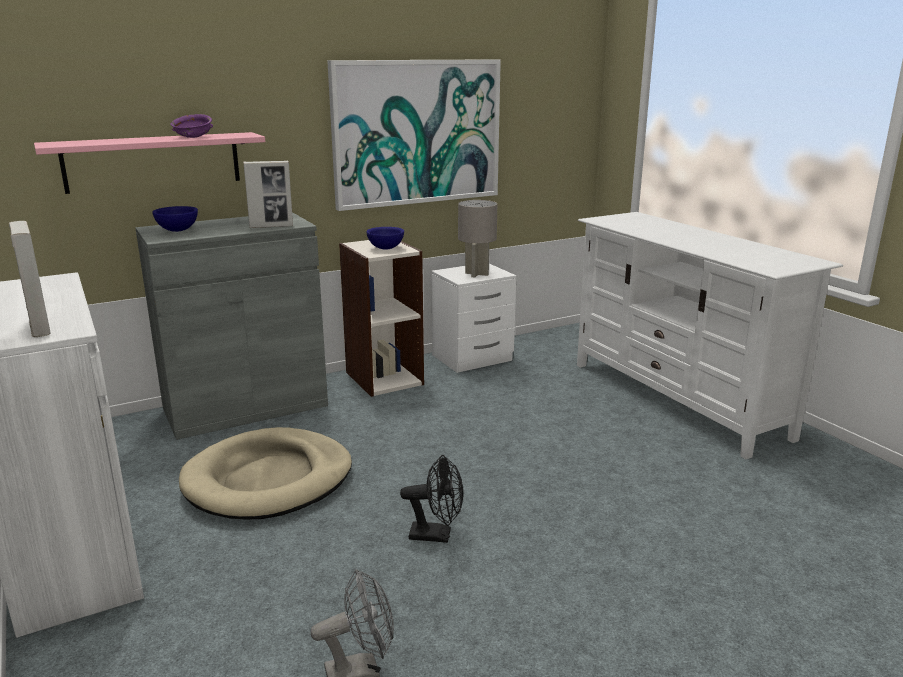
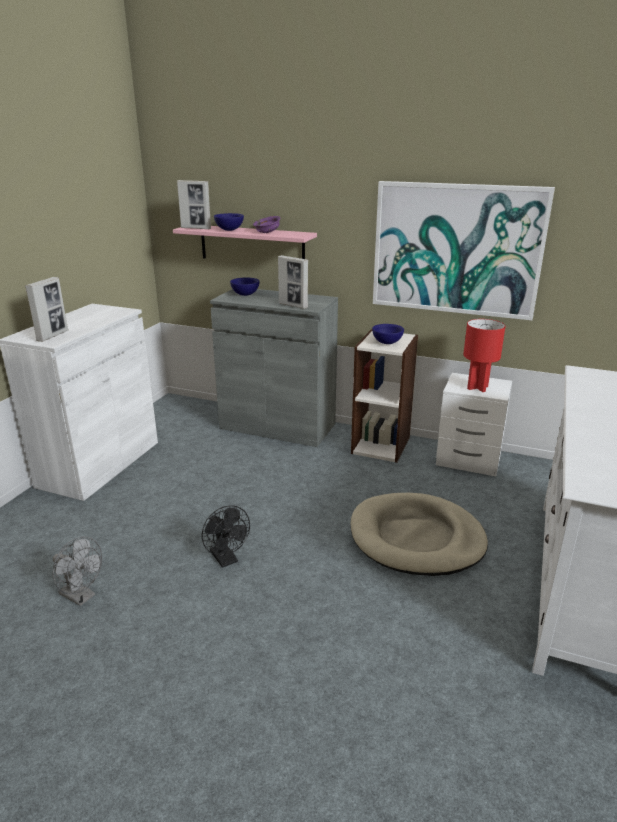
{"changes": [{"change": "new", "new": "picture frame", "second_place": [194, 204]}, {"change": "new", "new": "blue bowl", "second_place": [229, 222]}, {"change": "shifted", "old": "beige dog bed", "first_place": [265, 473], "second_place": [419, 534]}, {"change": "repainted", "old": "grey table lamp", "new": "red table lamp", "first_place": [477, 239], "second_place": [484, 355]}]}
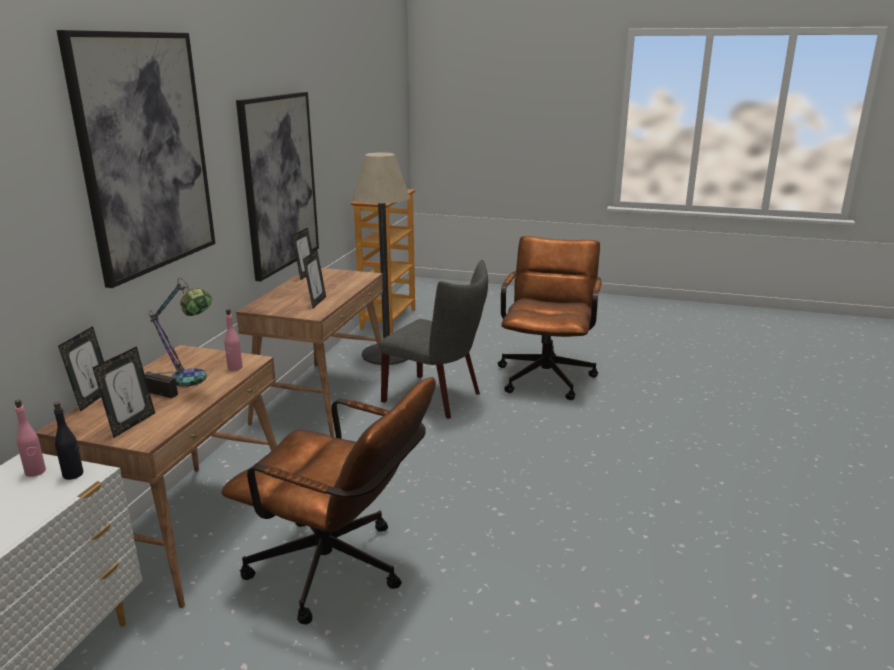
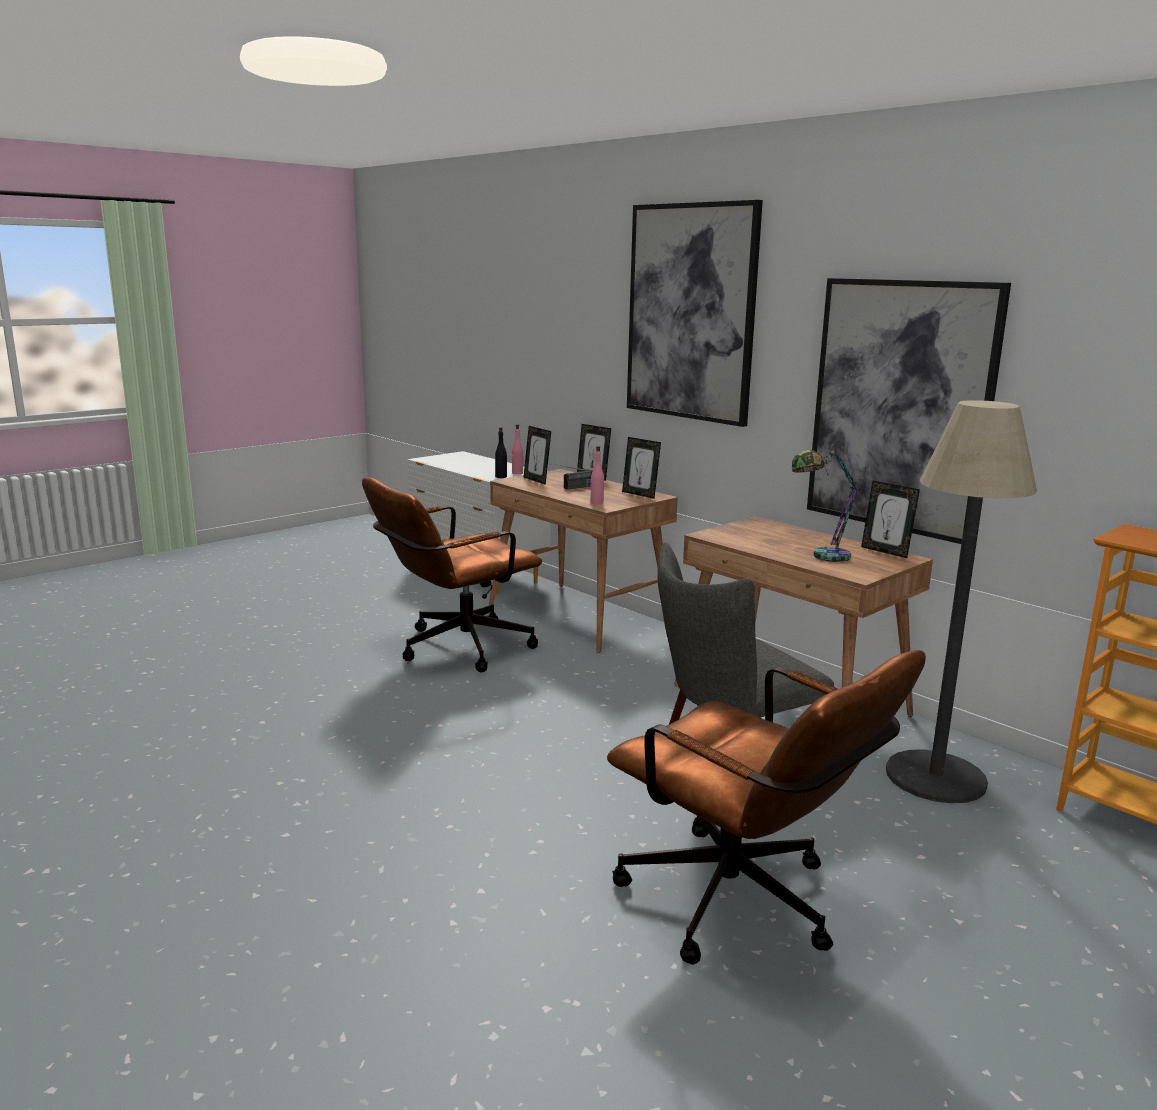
{"changes": [{"change": "shifted", "old": "picture frame", "first_place": [314, 279], "second_place": [641, 468]}, {"change": "shifted", "old": "table lamp", "first_place": [180, 332], "second_place": [827, 502]}]}
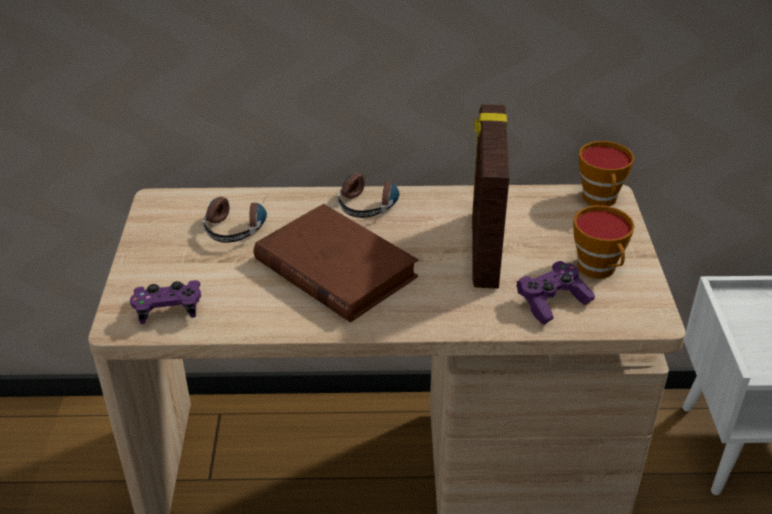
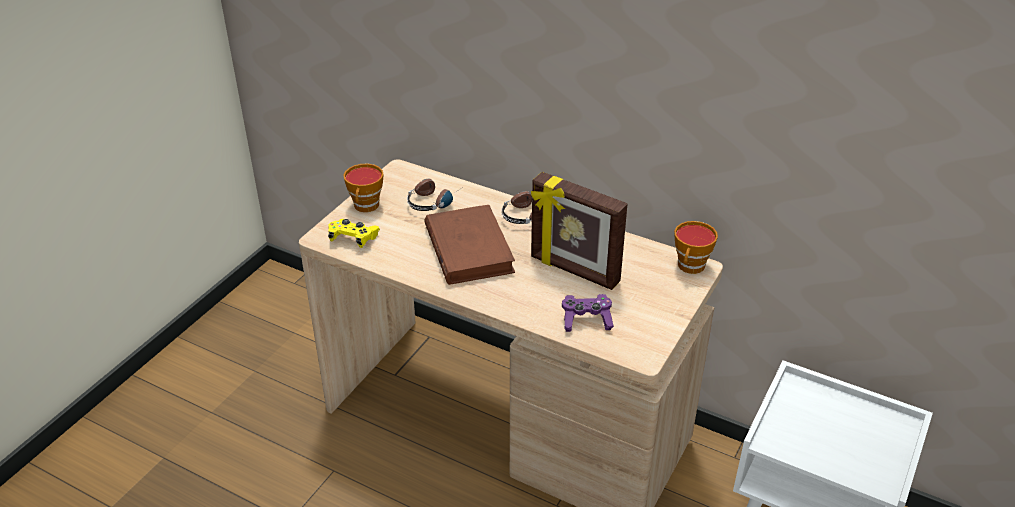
{"changes": [{"change": "repainted", "old": "purple game controller", "new": "yellow game controller", "first_place": [165, 302], "second_place": [354, 233]}, {"change": "shifted", "old": "cup", "first_place": [604, 242], "second_place": [363, 188]}, {"change": "rotated", "old": "picture frame", "first_place": [490, 196], "second_place": [579, 231], "degrees": -90}]}
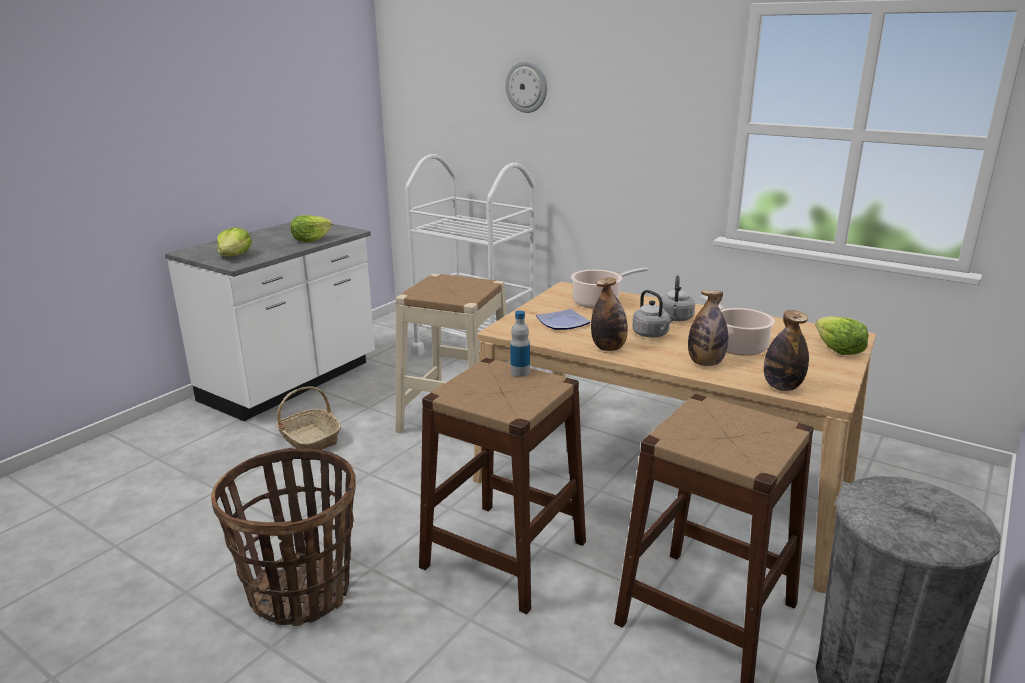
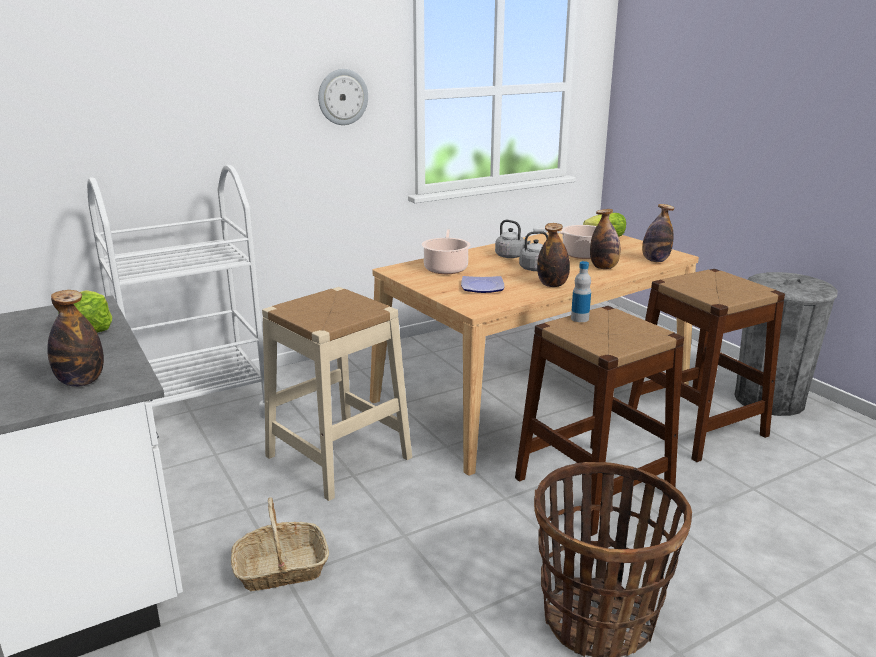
{"changes": [{"change": "swapped", "old": "lettuce", "new": "bottle", "first_place": [234, 242], "second_place": [75, 338]}, {"change": "shifted", "old": "wall clock", "first_place": [526, 86], "second_place": [343, 97]}]}
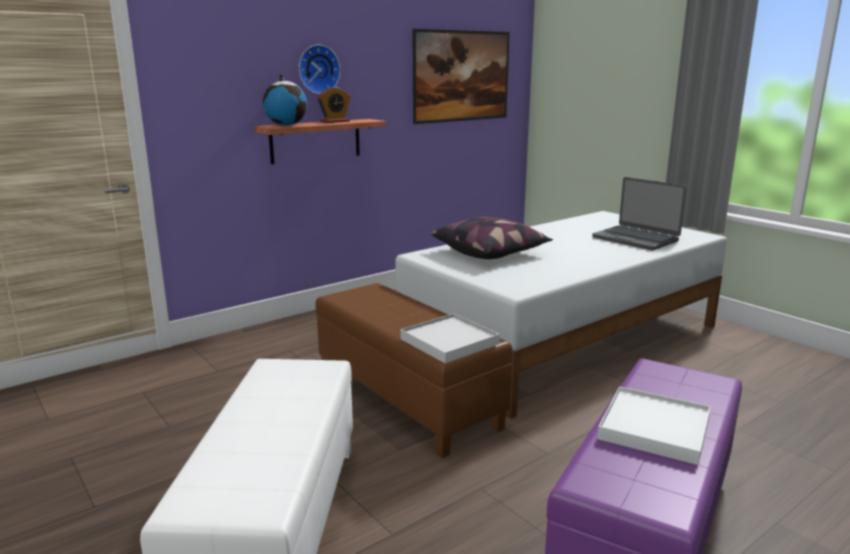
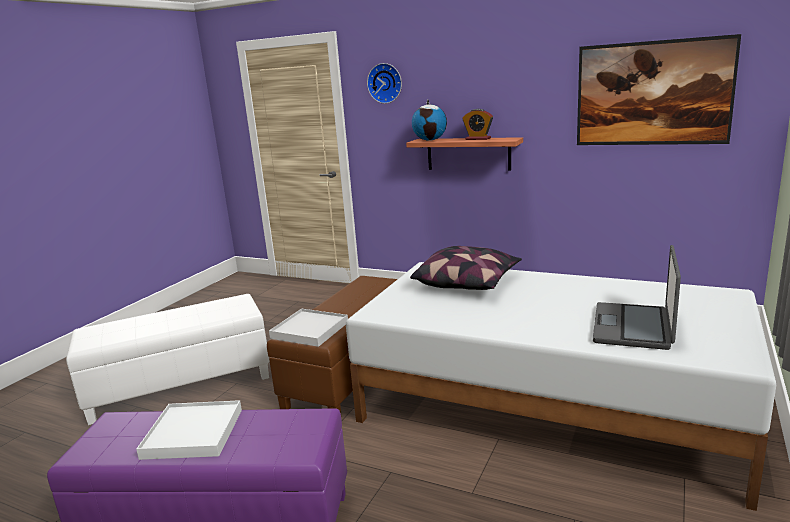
{"changes": [{"change": "shifted", "old": "wall clock", "first_place": [320, 69], "second_place": [384, 83]}]}
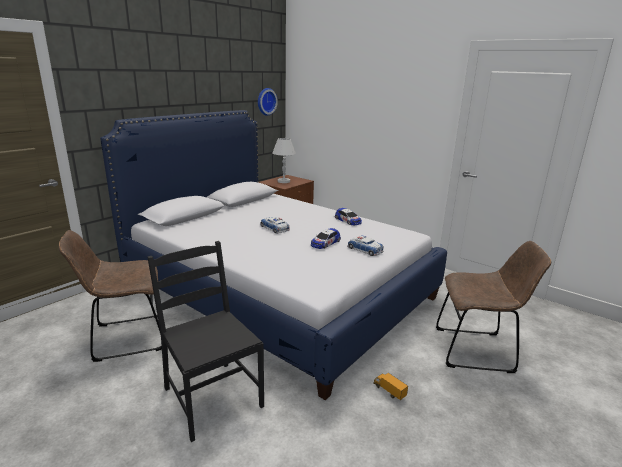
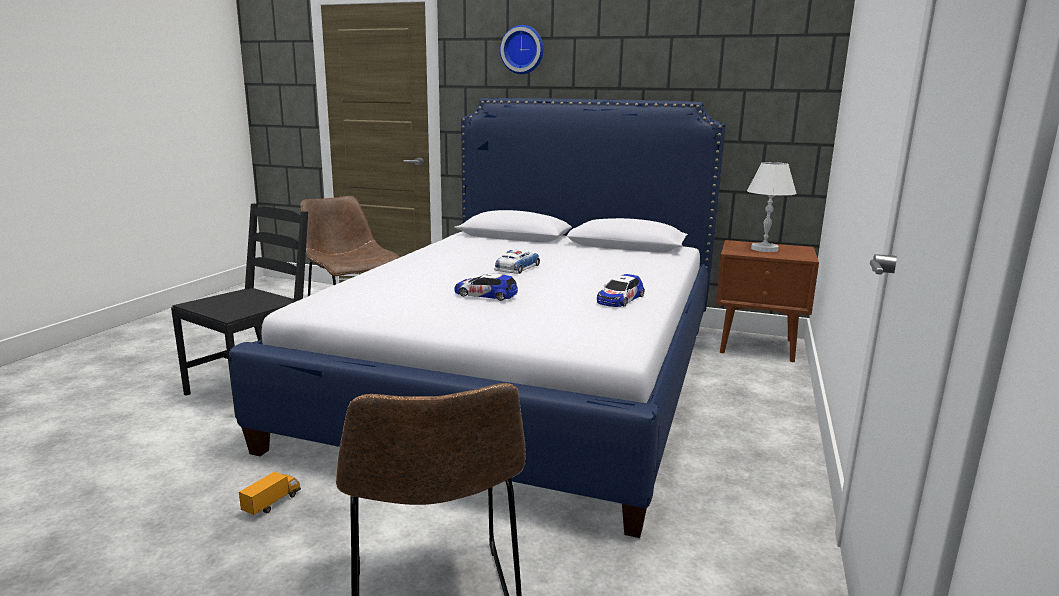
{"changes": [{"change": "shifted", "old": "wall clock", "first_place": [268, 102], "second_place": [522, 49]}, {"change": "gone", "old": "toy car", "first_place": [365, 245]}]}
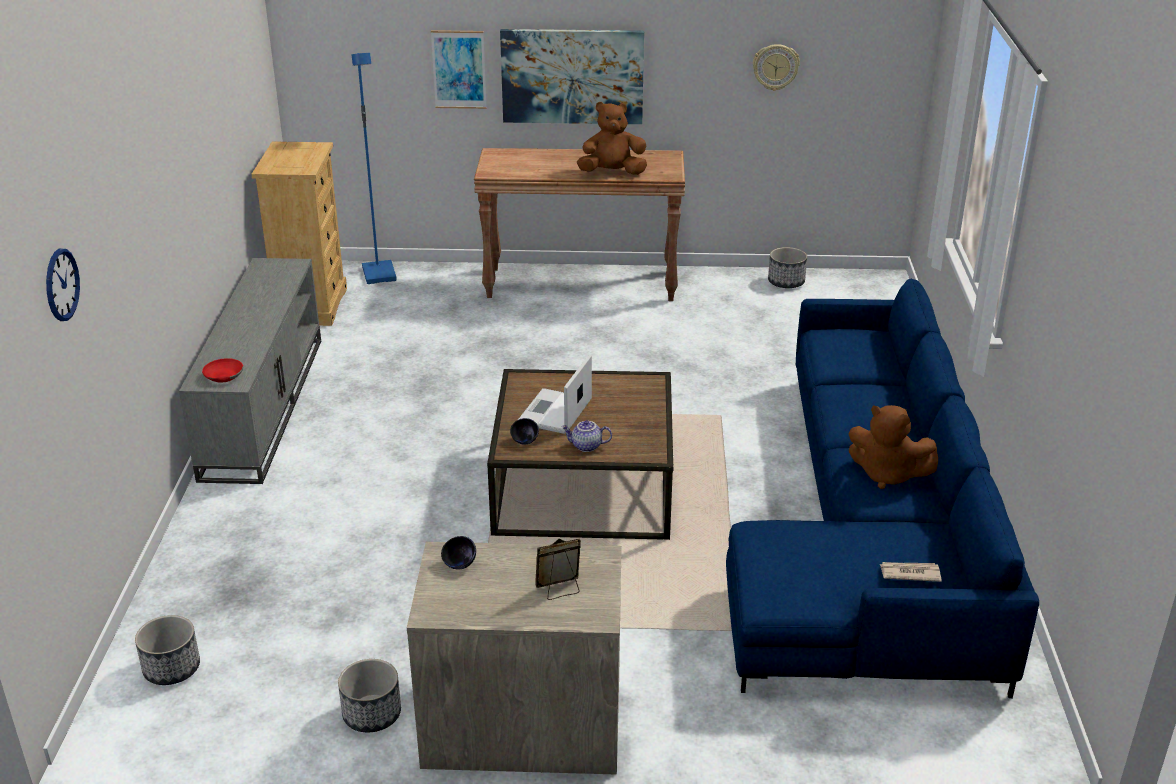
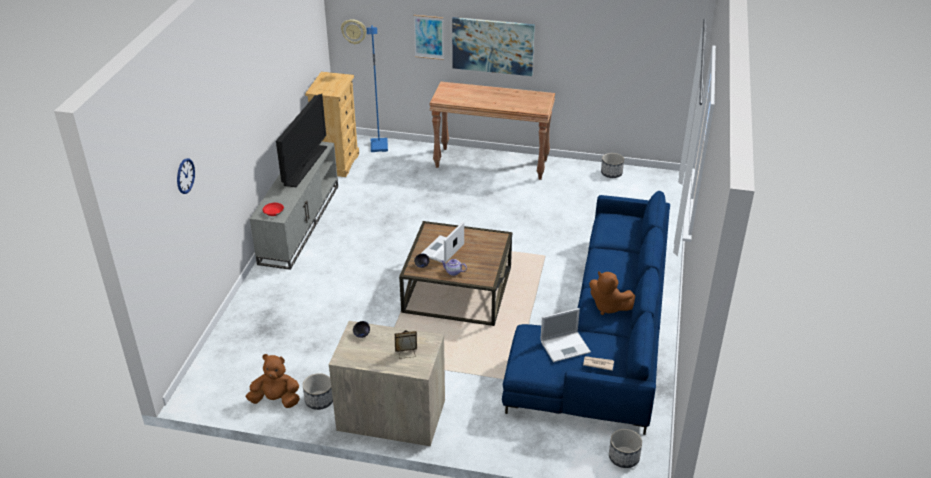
{"changes": [{"change": "shifted", "old": "brown plush toy", "first_place": [612, 138], "second_place": [272, 381]}, {"change": "new", "new": "television", "second_place": [301, 140]}, {"change": "shifted", "old": "wall clock", "first_place": [776, 67], "second_place": [353, 31]}, {"change": "new", "new": "laptop", "second_place": [565, 335]}, {"change": "shifted", "old": "planter", "first_place": [167, 650], "second_place": [625, 448]}]}
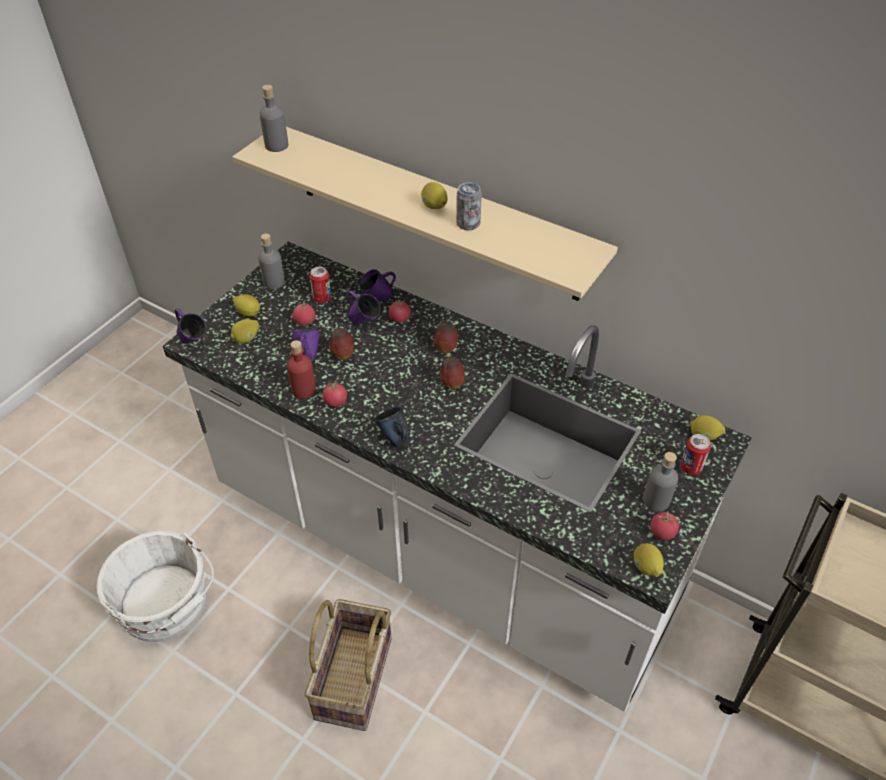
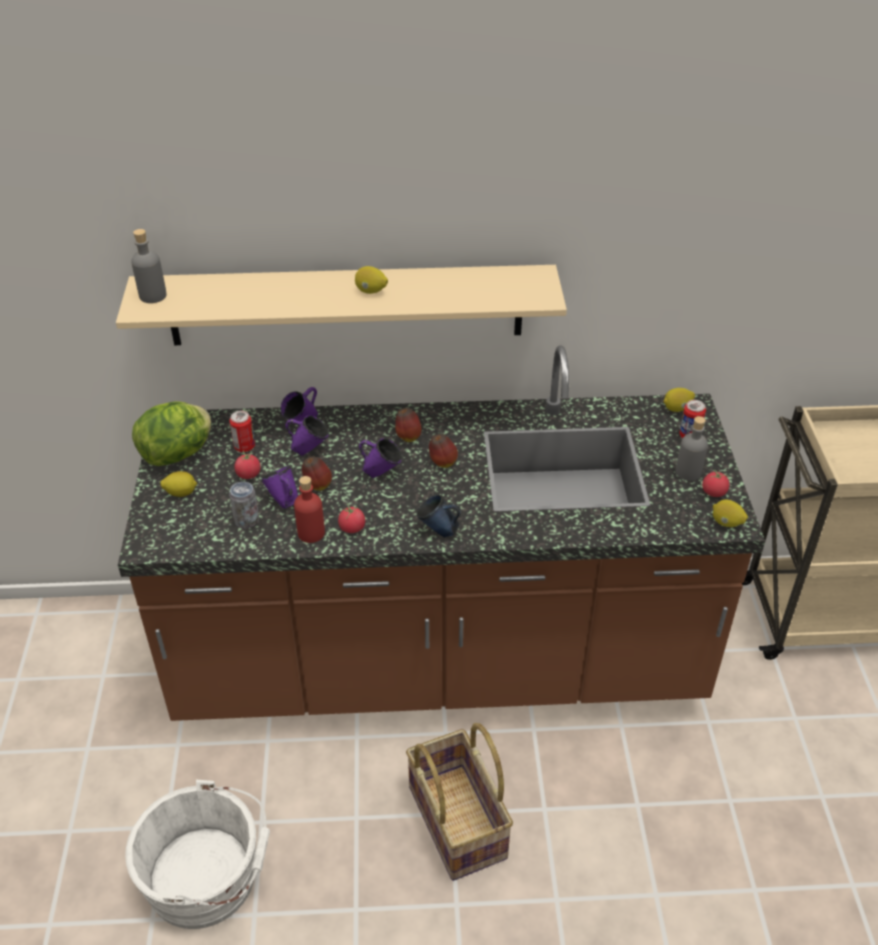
{"changes": [{"change": "repainted", "old": "white counter", "new": "brown counter", "first_place": [457, 477], "second_place": [441, 533]}, {"change": "swapped", "old": "grey bottle", "new": "lettuce", "first_place": [271, 261], "second_place": [171, 433]}, {"change": "shifted", "old": "can", "first_place": [469, 206], "second_place": [244, 505]}, {"change": "shifted", "old": "purple mug", "first_place": [190, 325], "second_place": [380, 458]}, {"change": "gone", "old": "lemon", "first_place": [245, 331]}, {"change": "gone", "old": "tomato", "first_place": [399, 310]}]}
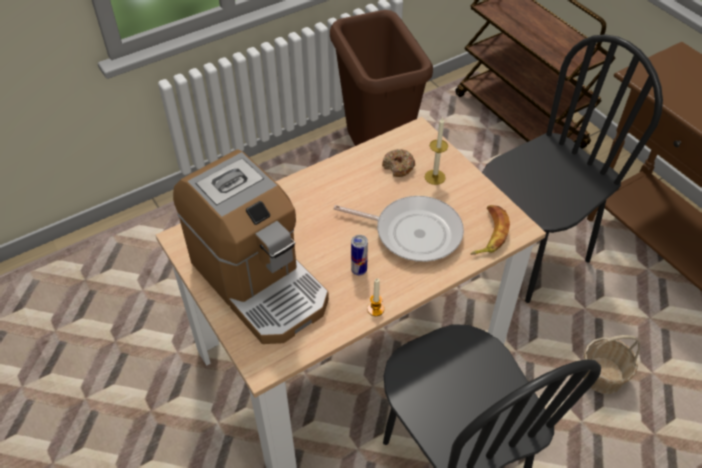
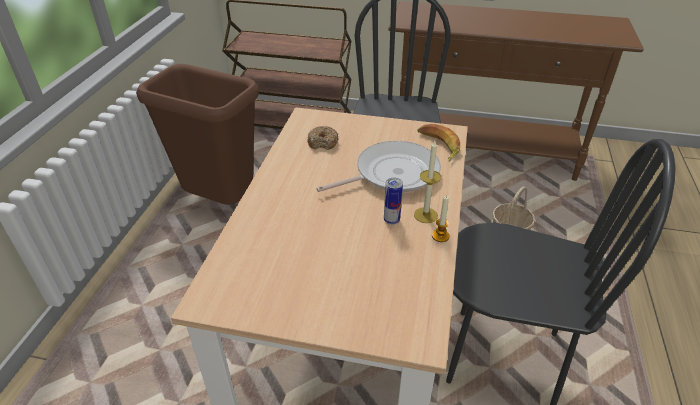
{"changes": [{"change": "shifted", "old": "candle", "first_place": [436, 151], "second_place": [427, 182]}, {"change": "gone", "old": "coffee machine", "first_place": [251, 246]}]}
